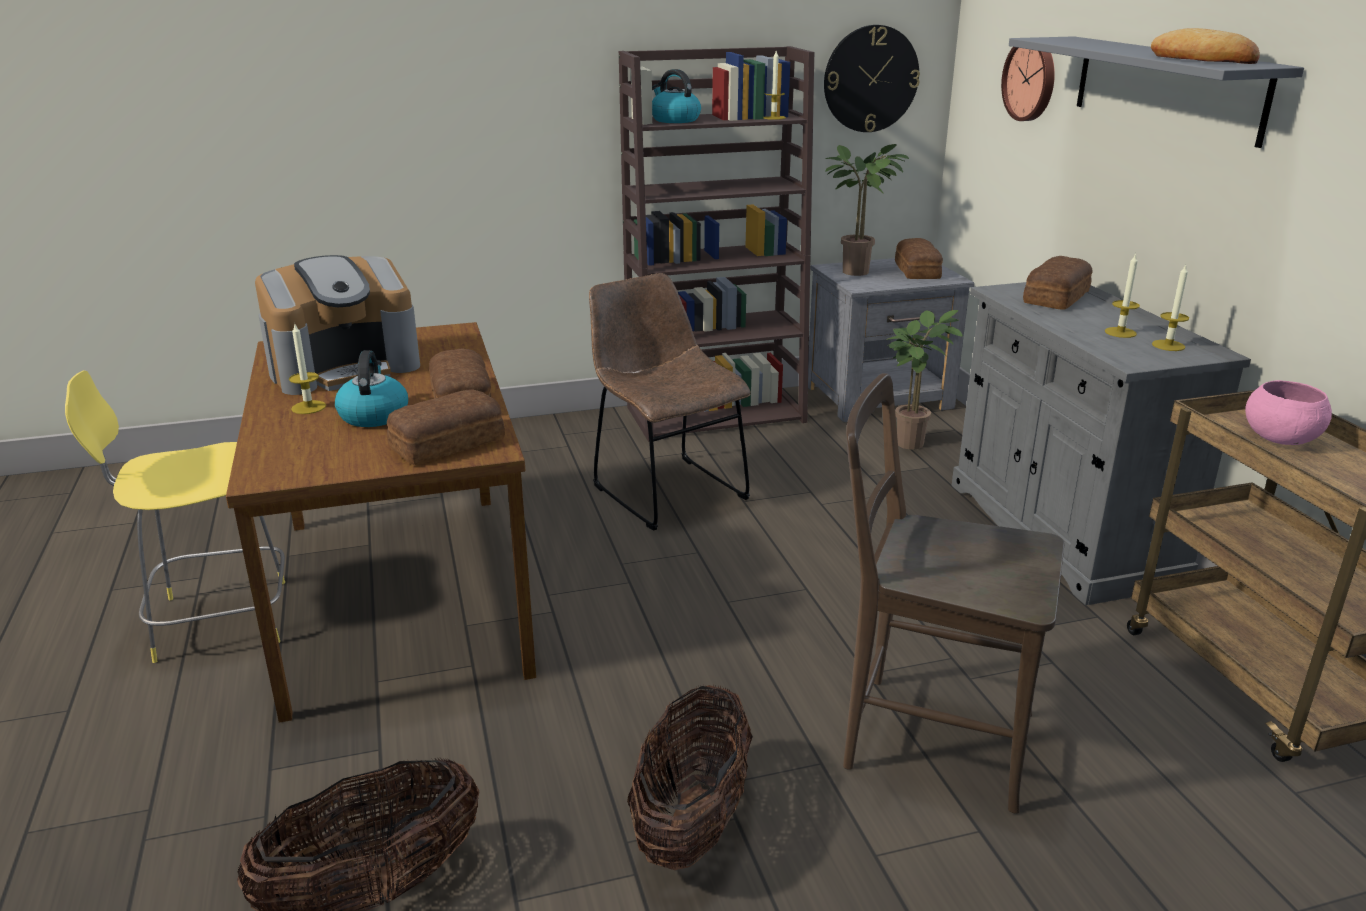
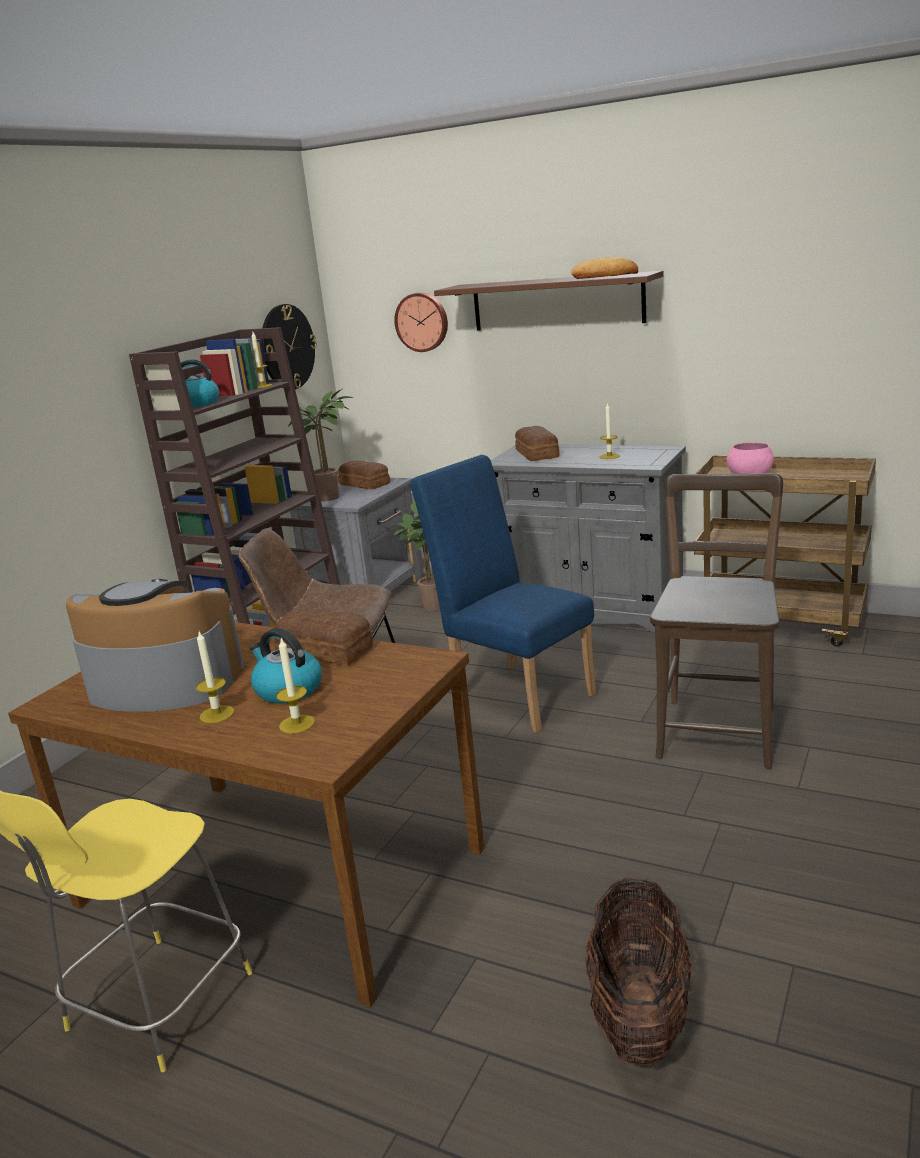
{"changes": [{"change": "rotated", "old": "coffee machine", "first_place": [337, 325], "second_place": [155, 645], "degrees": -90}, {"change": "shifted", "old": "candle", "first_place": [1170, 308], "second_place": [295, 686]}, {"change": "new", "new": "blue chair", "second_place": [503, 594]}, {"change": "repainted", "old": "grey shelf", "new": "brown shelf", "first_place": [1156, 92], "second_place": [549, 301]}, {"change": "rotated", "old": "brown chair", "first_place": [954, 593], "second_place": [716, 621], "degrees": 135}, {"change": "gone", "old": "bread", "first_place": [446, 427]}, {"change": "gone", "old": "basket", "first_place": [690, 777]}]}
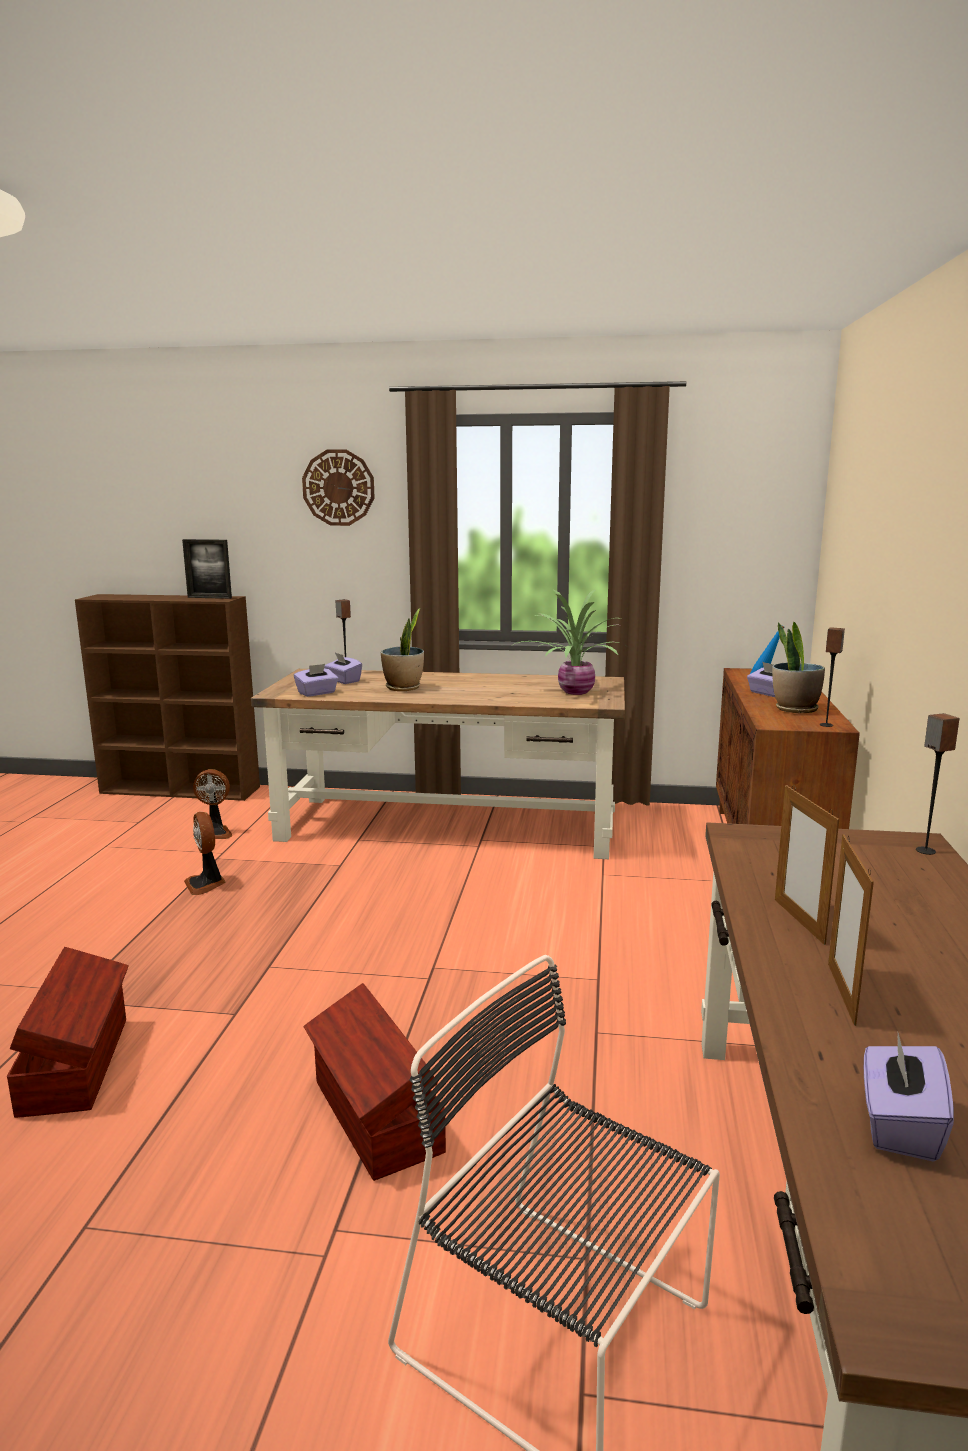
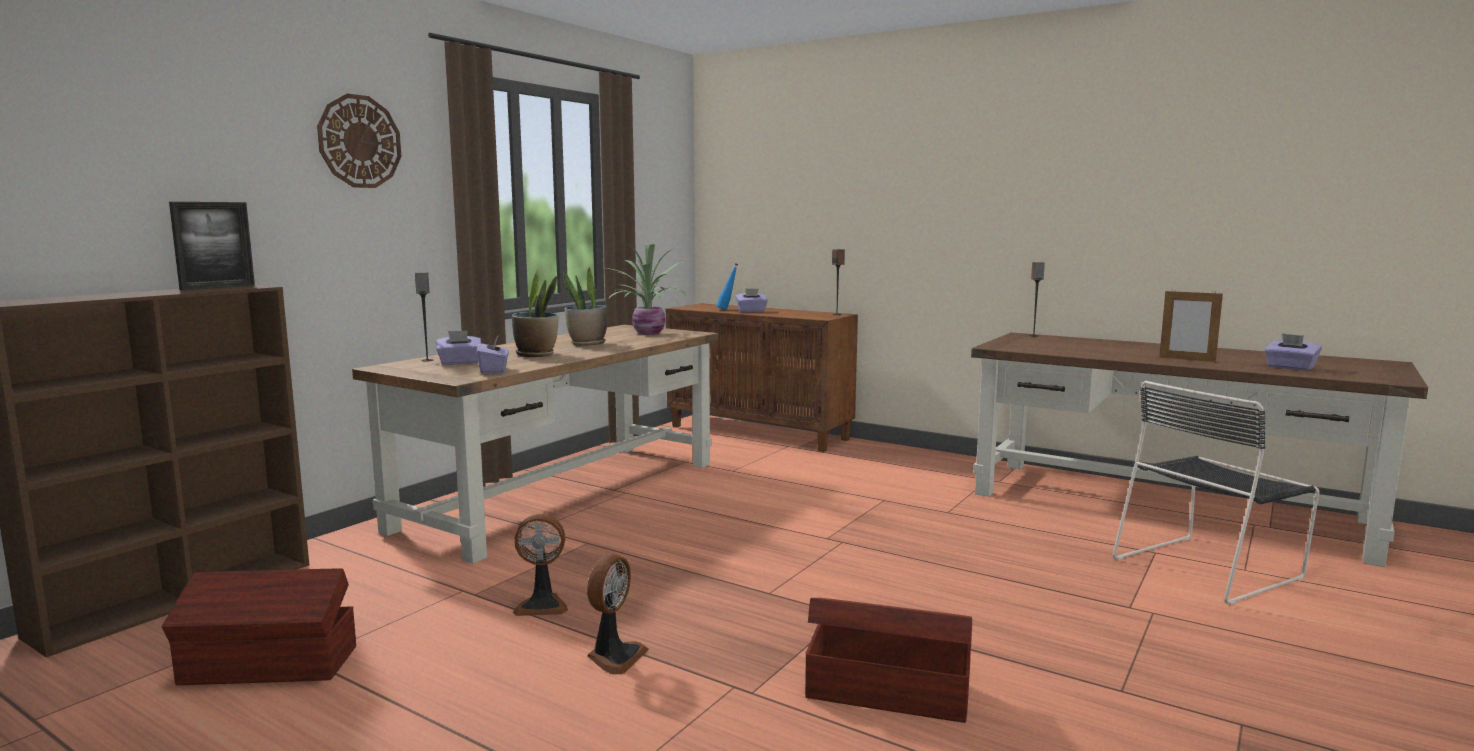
{"changes": [{"change": "shifted", "old": "brown storage box", "first_place": [374, 1082], "second_place": [259, 626]}, {"change": "shifted", "old": "potted plant", "first_place": [798, 667], "second_place": [585, 306]}, {"change": "shifted", "old": "fan", "first_place": [212, 804], "second_place": [618, 614]}, {"change": "gone", "old": "picture frame", "first_place": [807, 865]}]}
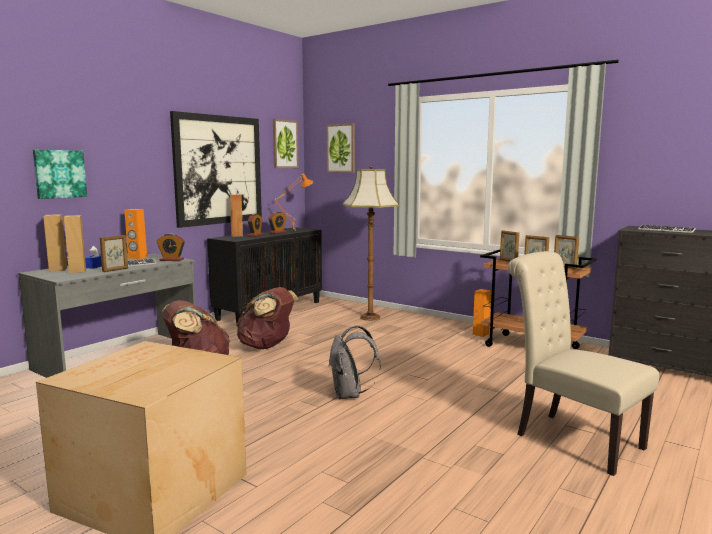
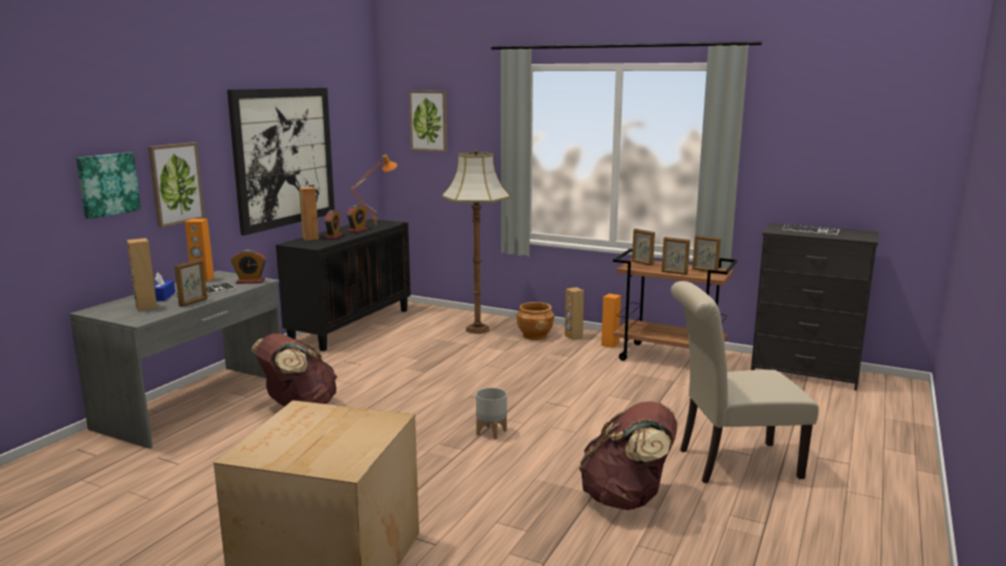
{"changes": [{"change": "shifted", "old": "picture", "first_place": [286, 143], "second_place": [176, 185]}, {"change": "swapped", "old": "grey backpack", "new": "grey planter", "first_place": [355, 362], "second_place": [491, 413]}, {"change": "new", "new": "brown planter", "second_place": [535, 321]}, {"change": "shifted", "old": "brown speaker", "first_place": [55, 242], "second_place": [574, 313]}, {"change": "shifted", "old": "brown backpack", "first_place": [267, 318], "second_place": [628, 455]}, {"change": "rotated", "old": "beige chair", "first_place": [583, 363], "second_place": [745, 382], "degrees": -45}]}
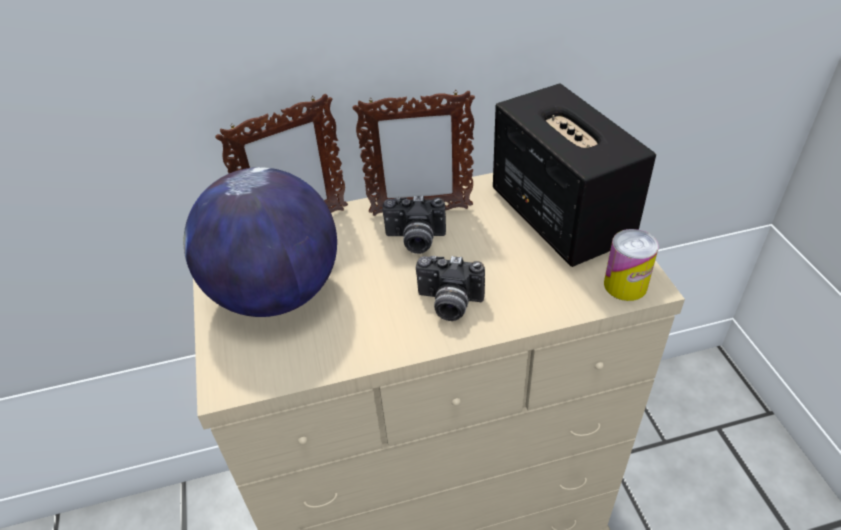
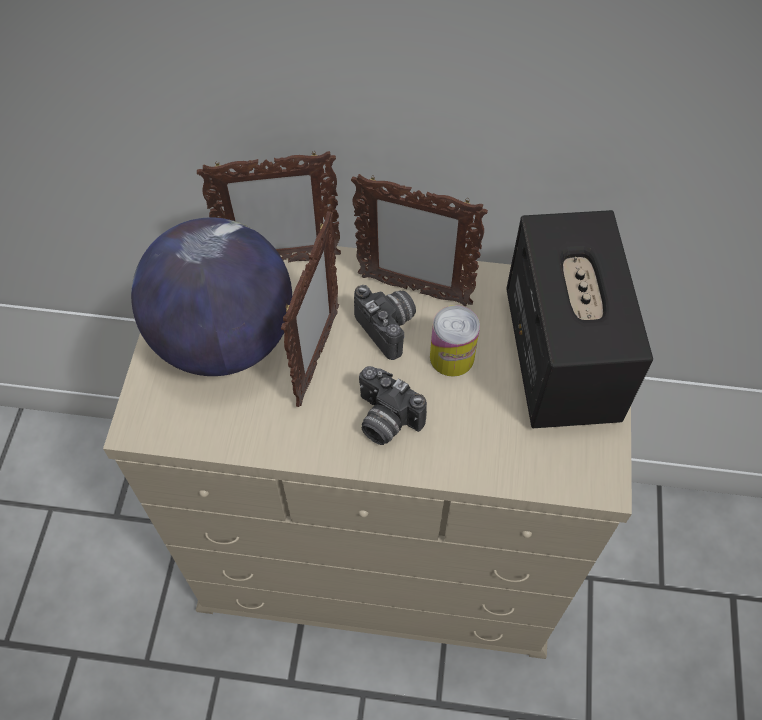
{"changes": [{"change": "new", "new": "picture frame", "second_place": [310, 309]}, {"change": "rotated", "old": "photo camera", "first_place": [414, 224], "second_place": [385, 322], "degrees": -150}, {"change": "shifted", "old": "can", "first_place": [631, 265], "second_place": [455, 341]}]}
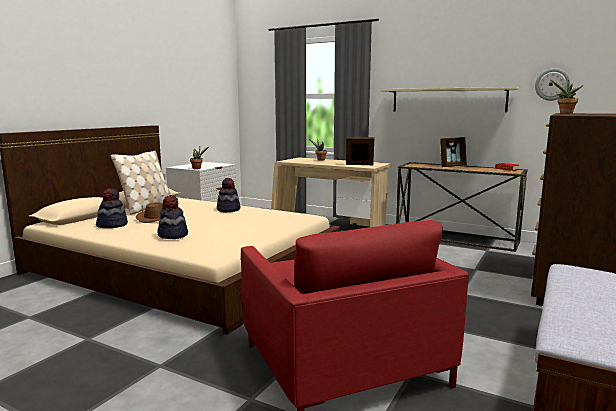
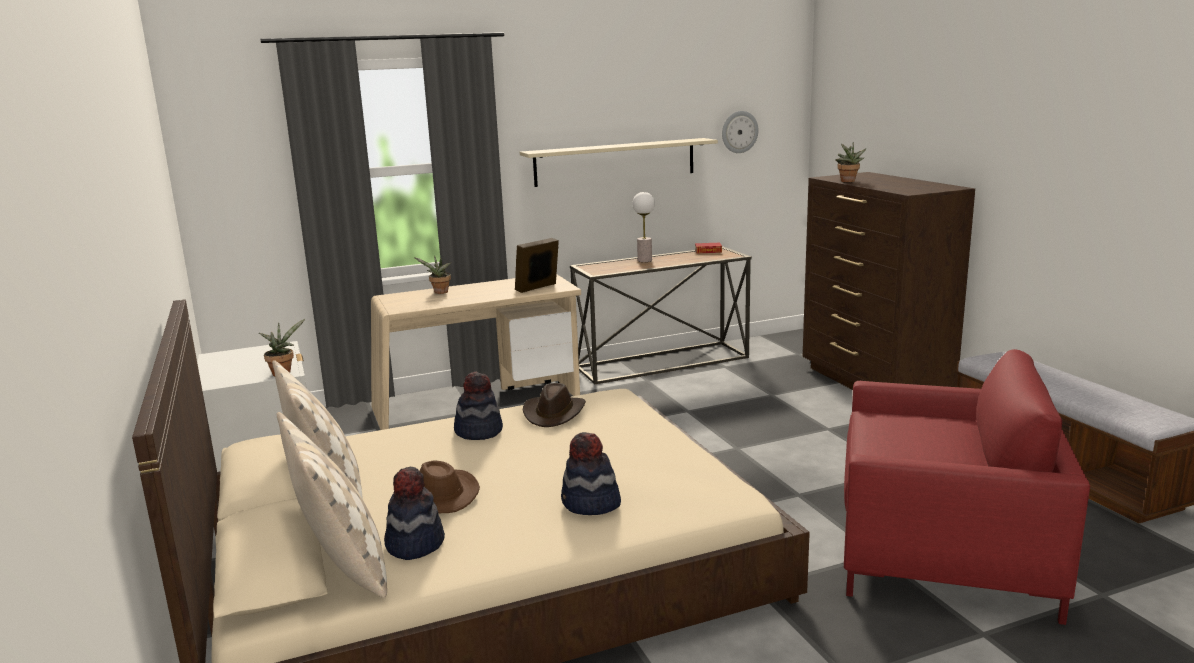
{"changes": [{"change": "new", "new": "beige pillow", "second_place": [331, 505]}, {"change": "new", "new": "brown hat", "second_place": [554, 405]}, {"change": "swapped", "old": "picture frame", "new": "table lamp", "first_place": [453, 152], "second_place": [643, 227]}]}
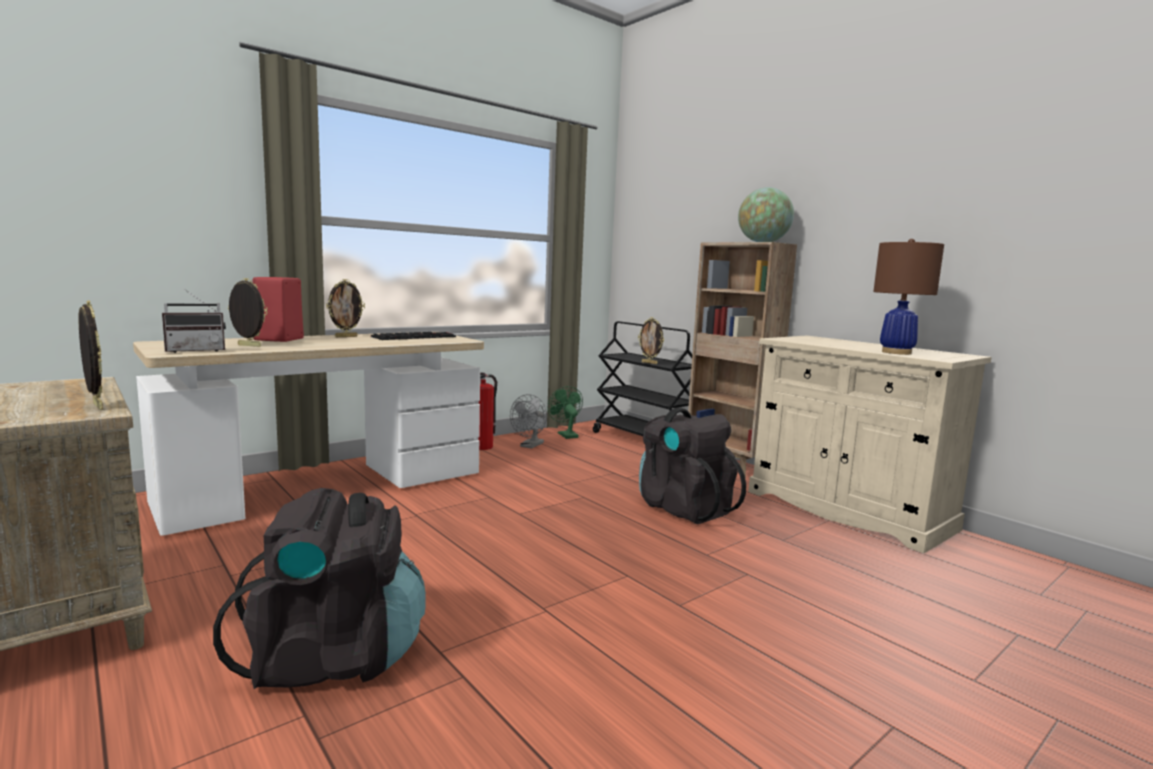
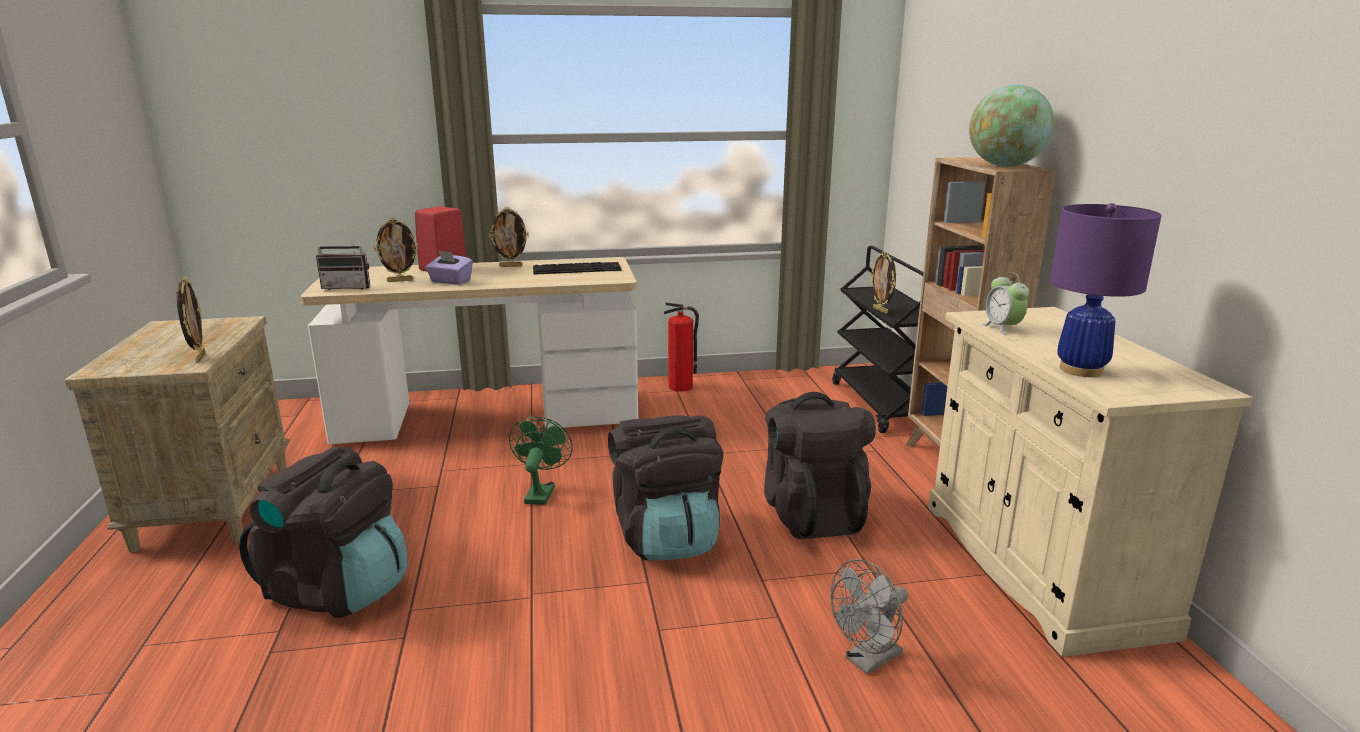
{"changes": [{"change": "rotated", "old": "picture frame", "first_place": [248, 312], "second_place": [396, 250], "degrees": 120}, {"change": "new", "new": "purple tissue box", "second_place": [449, 268]}, {"change": "shifted", "old": "green fan", "first_place": [565, 412], "second_place": [541, 461]}, {"change": "new", "new": "black backpack", "second_place": [666, 488]}, {"change": "shifted", "old": "grey fan", "first_place": [528, 421], "second_place": [869, 616]}, {"change": "new", "new": "alarm clock", "second_place": [1005, 303]}, {"change": "repainted", "old": "brown table lamp", "new": "purple table lamp", "first_place": [908, 297], "second_place": [1106, 290]}]}
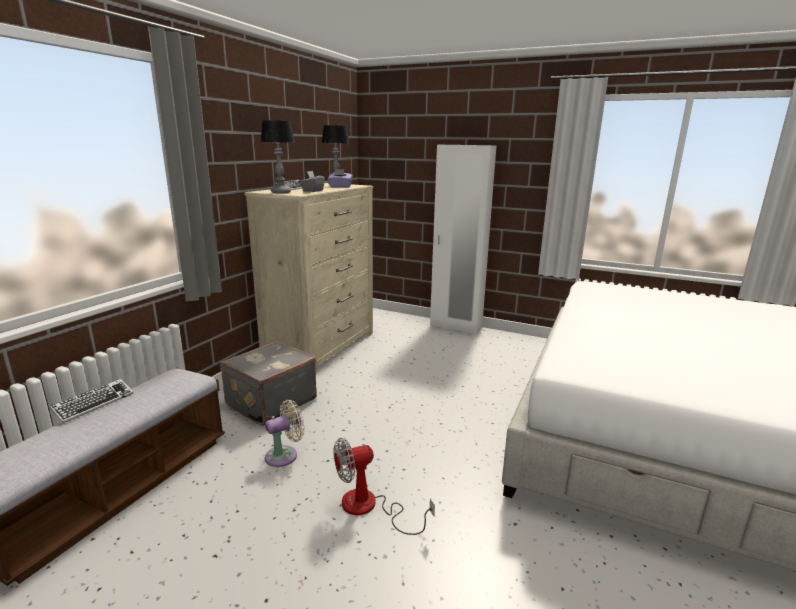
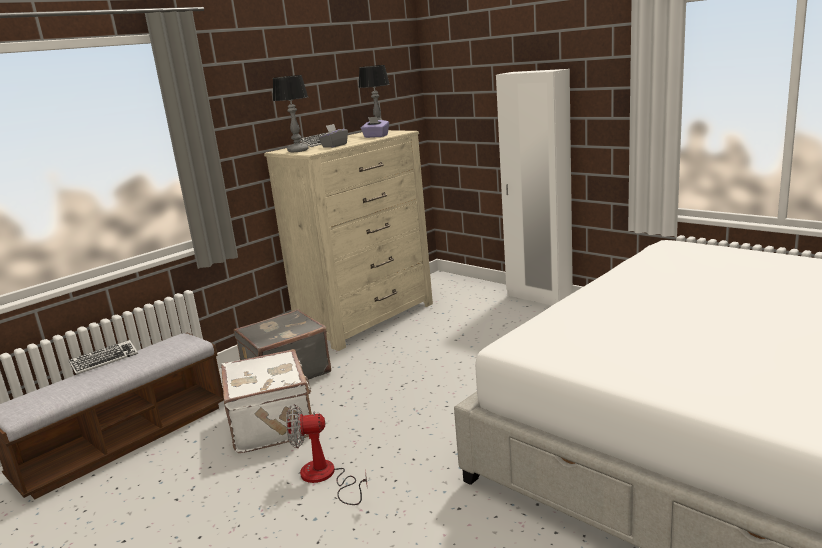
{"changes": [{"change": "swapped", "old": "beige fan", "new": "white suitcase", "first_place": [285, 433], "second_place": [266, 401]}]}
